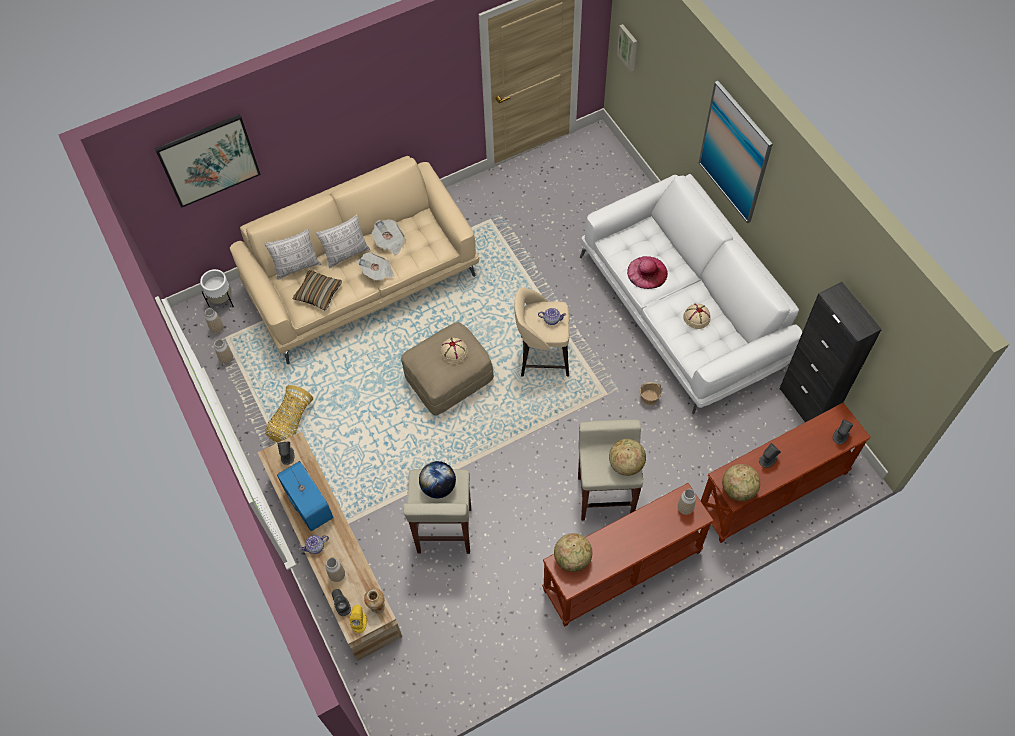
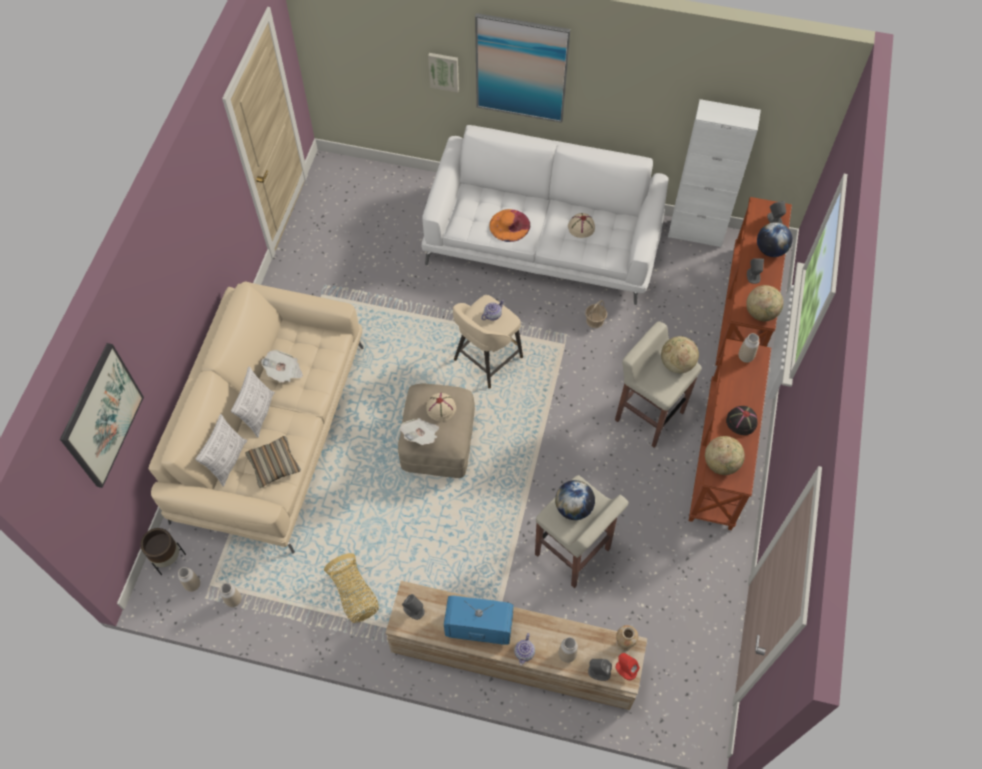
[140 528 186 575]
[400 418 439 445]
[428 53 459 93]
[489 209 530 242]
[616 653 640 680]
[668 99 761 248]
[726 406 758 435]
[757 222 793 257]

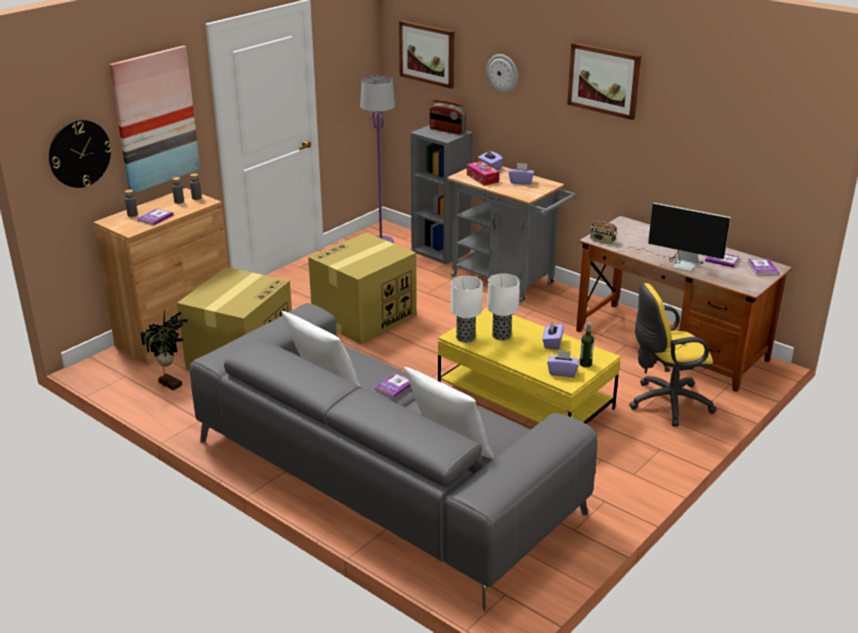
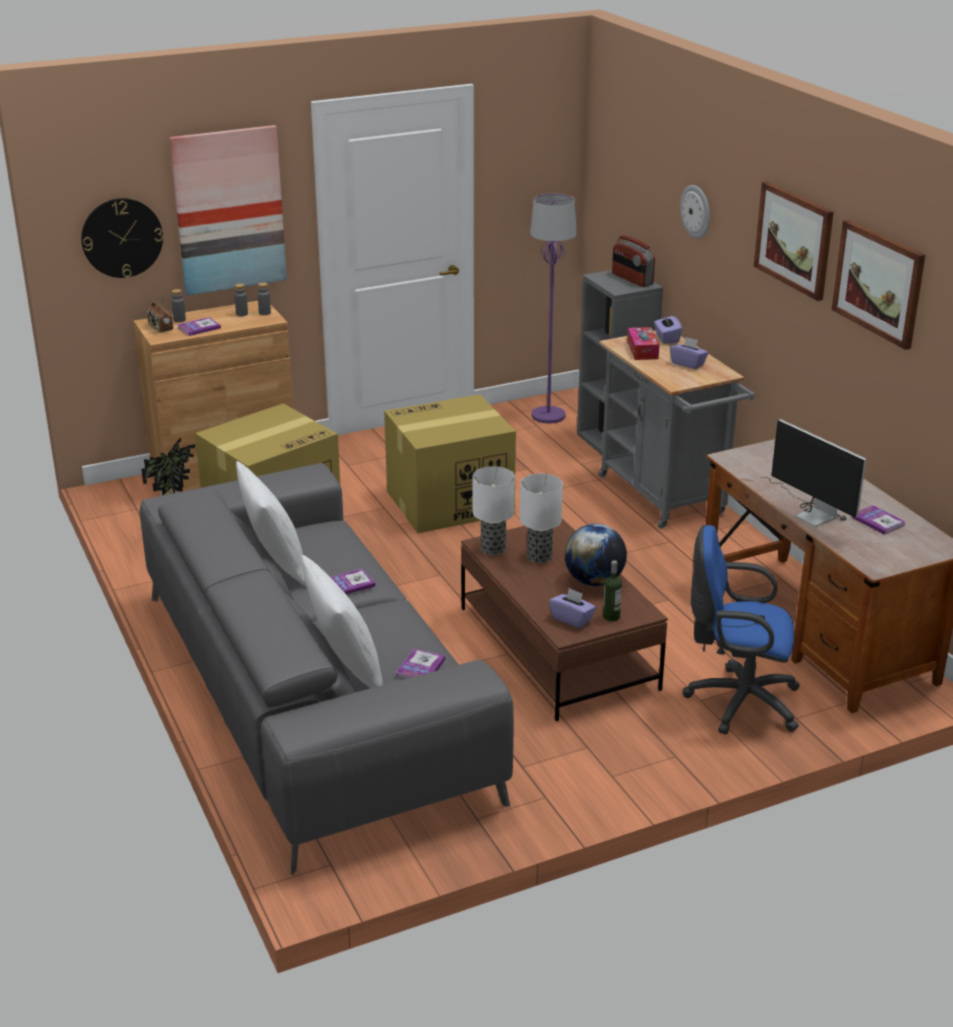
[147 297 173 332]
[396 648 445 679]
[461 518 668 721]
[564 524 627 586]
[682 525 800 735]
[832 220 925 350]

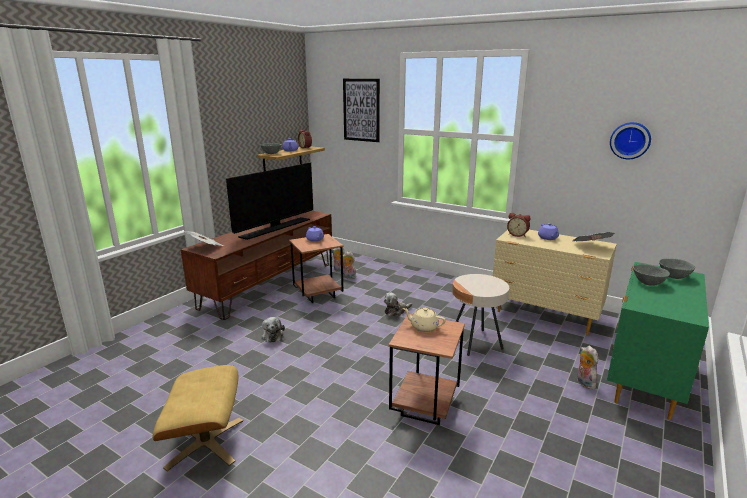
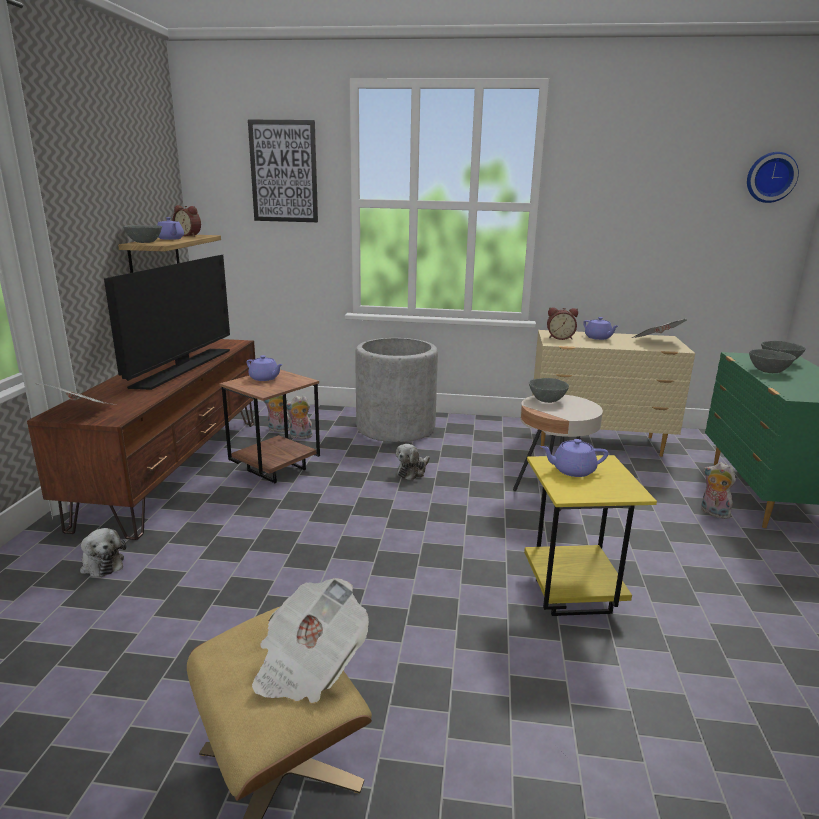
[80 528 126 577]
[252 578 369 703]
[355 338 438 442]
[524 455 657 616]
[529 378 569 403]
[540 439 608 477]
[747 152 799 203]

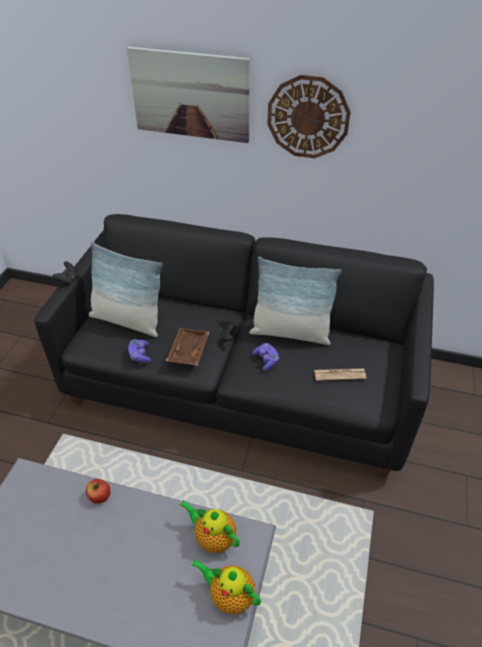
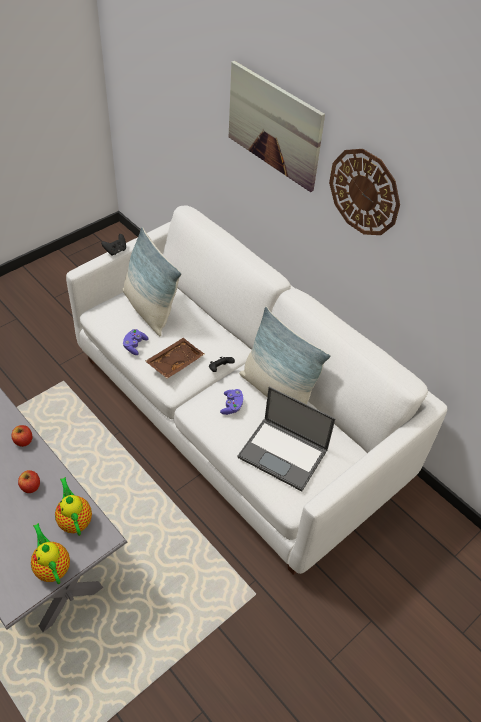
[18 470 40 493]
[66 205 447 575]
[237 387 335 491]

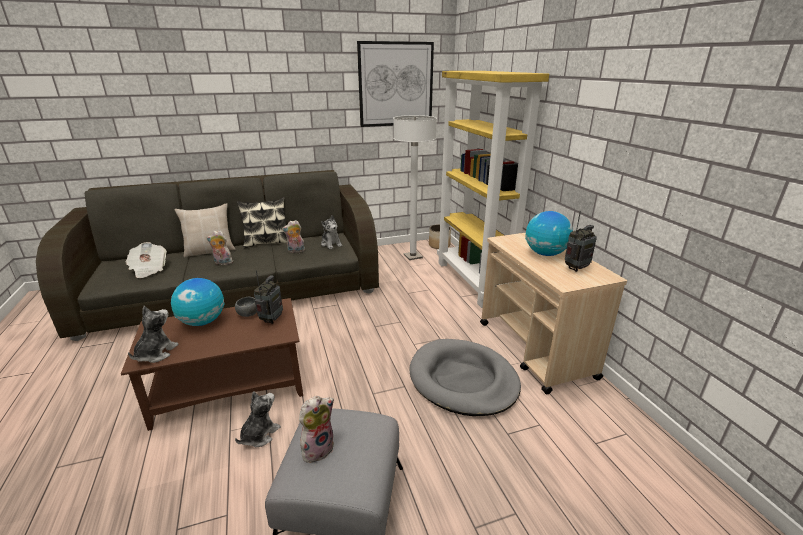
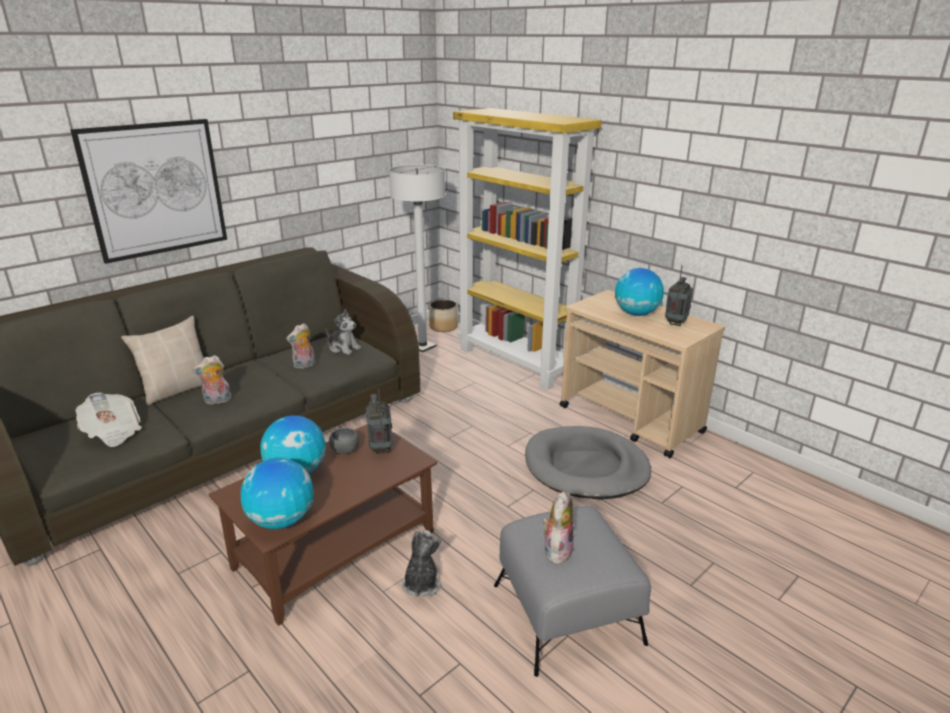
[70 119 227 264]
[241 458 314 529]
[237 197 287 248] (first image)

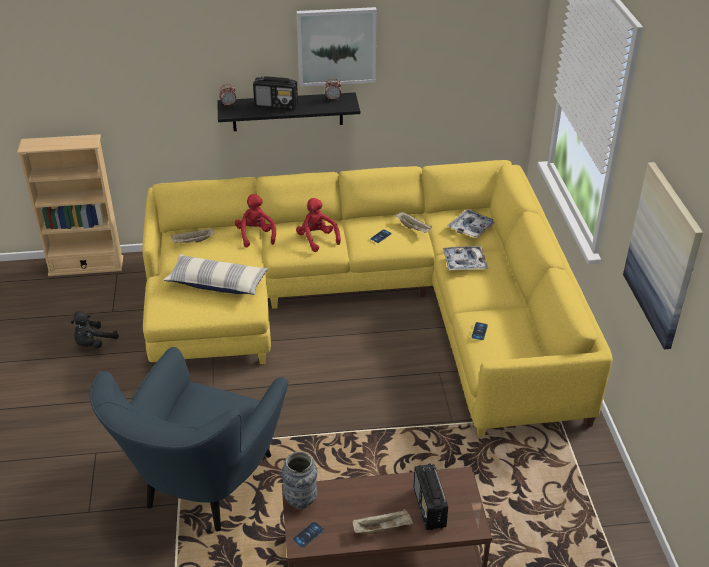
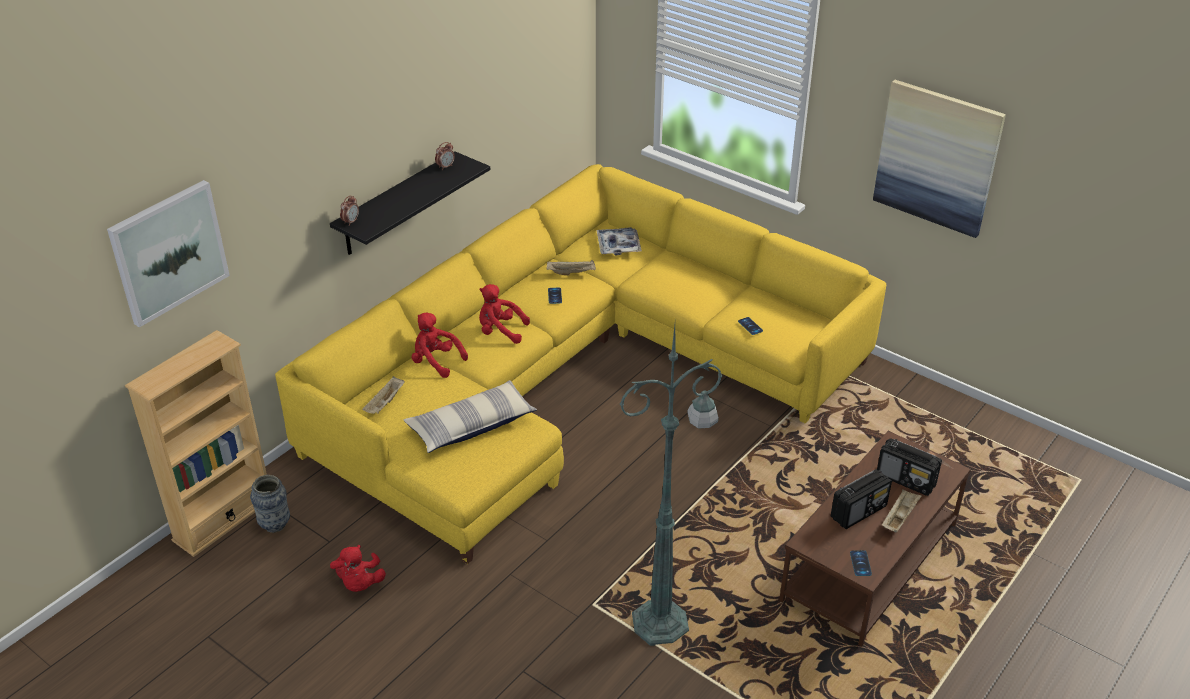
[107 180 230 327]
[250 475 290 533]
[330 545 386 592]
[620 325 722 646]
[831 469 892 529]
[443 246 488 270] (first image)

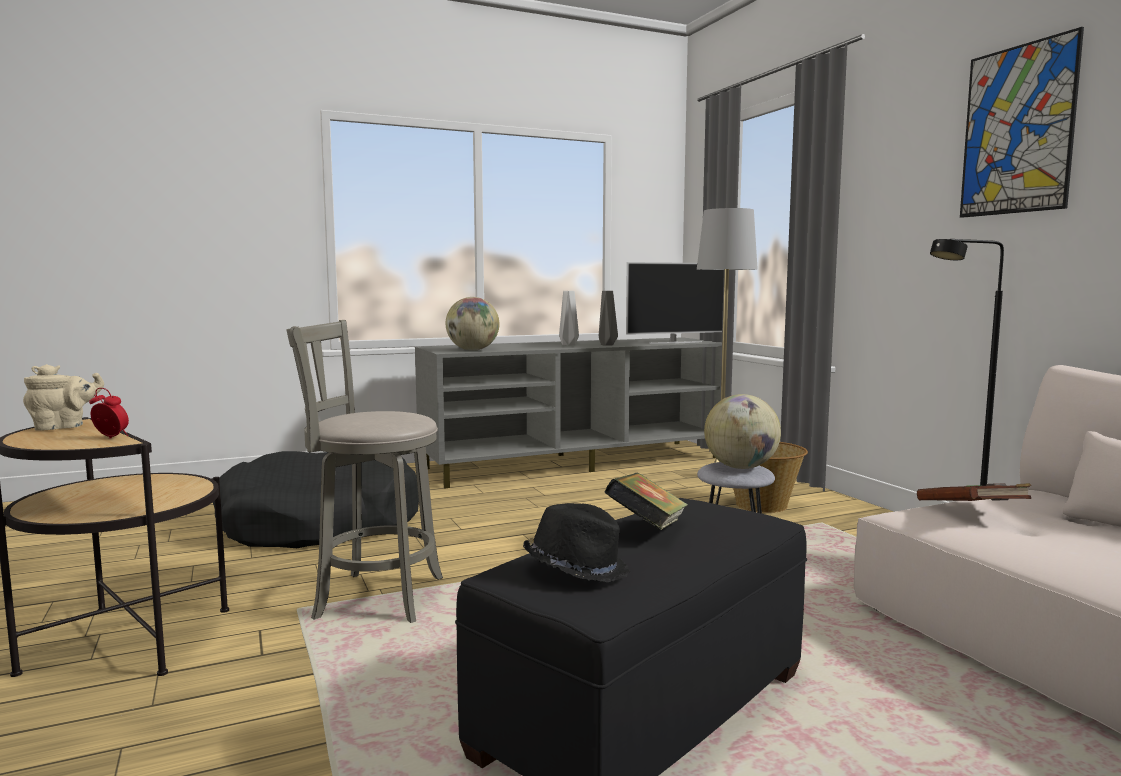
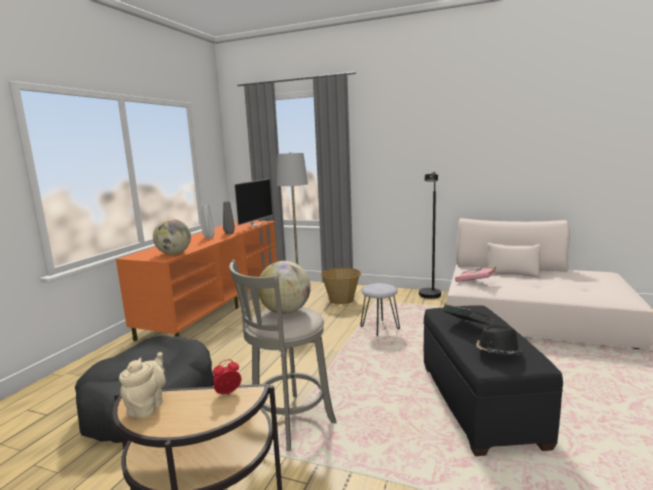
[116 220 277 341]
[258 261 311 314]
[455 267 497 282]
[960 27 1084 218] (first image)

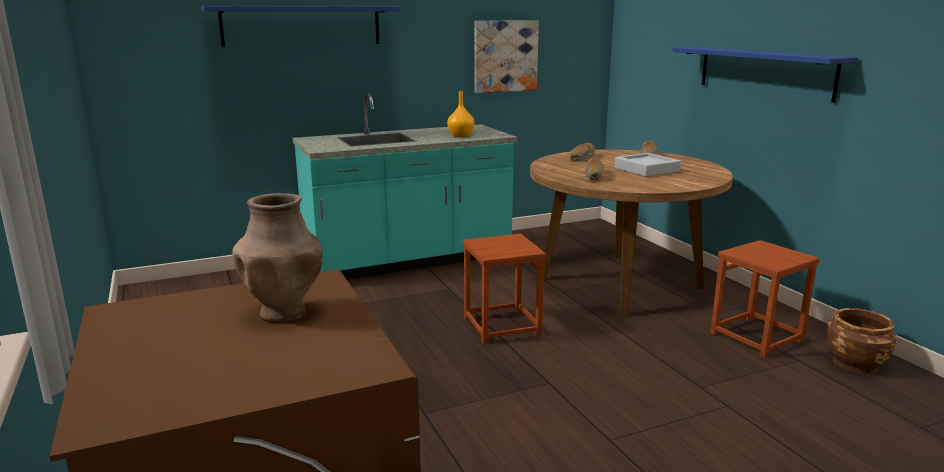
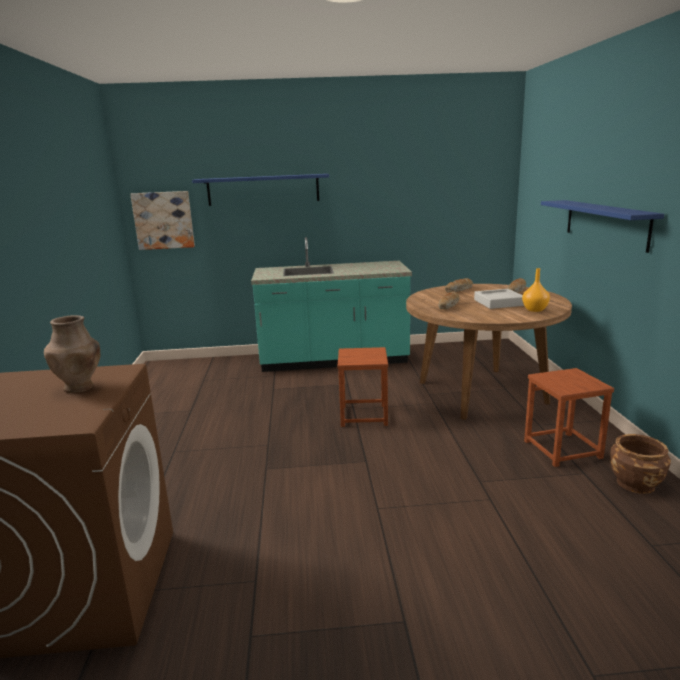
[130 191 195 250]
[522 268 550 312]

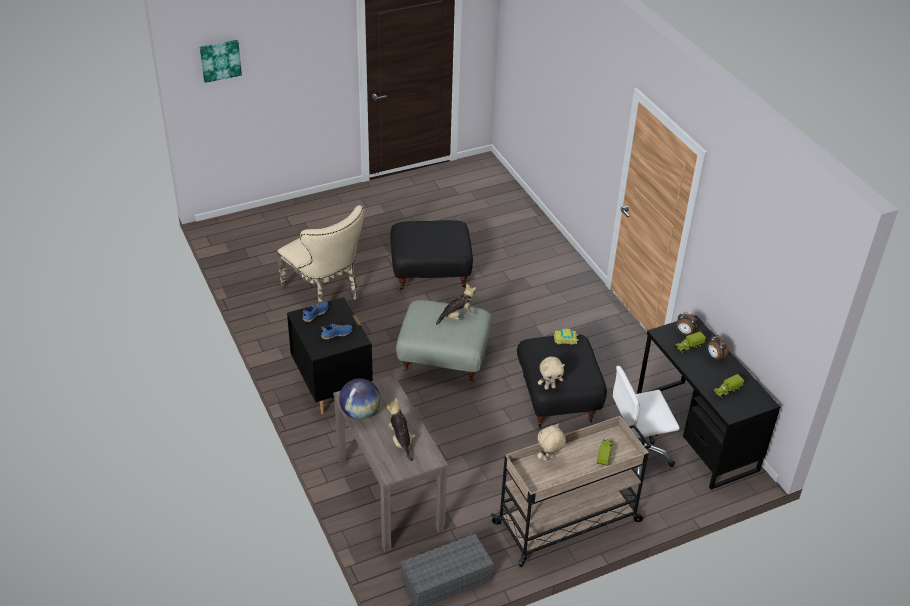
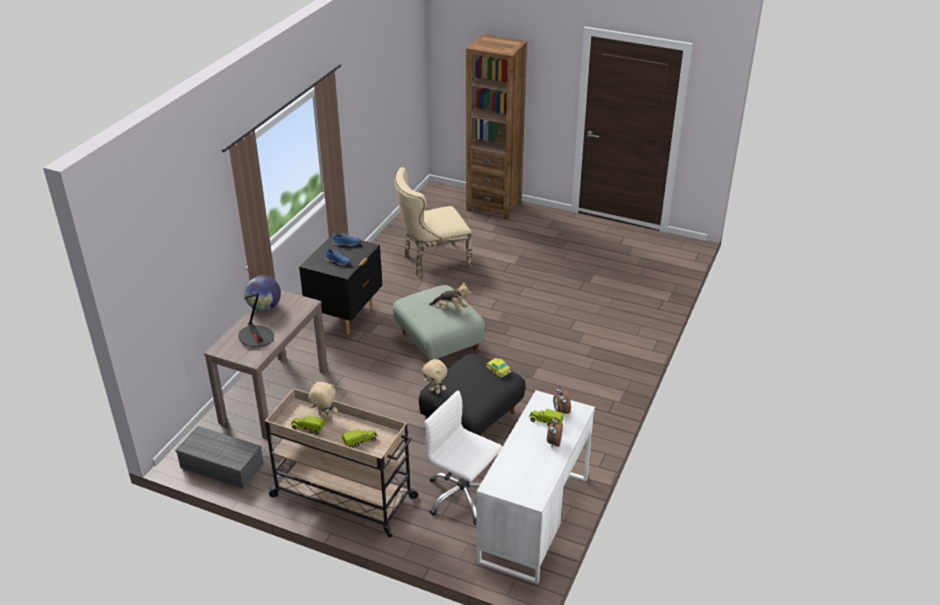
[238 293 274 347]
[290 415 325 434]
[395 167 472 277]
[466 34 527 220]
[476 390 595 584]
[200 40 242 83] (first image)
[390 220 473 290] (first image)

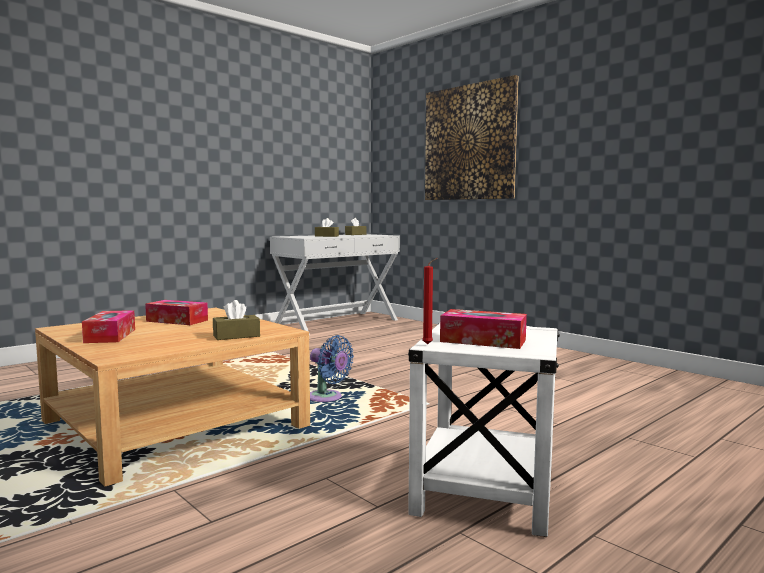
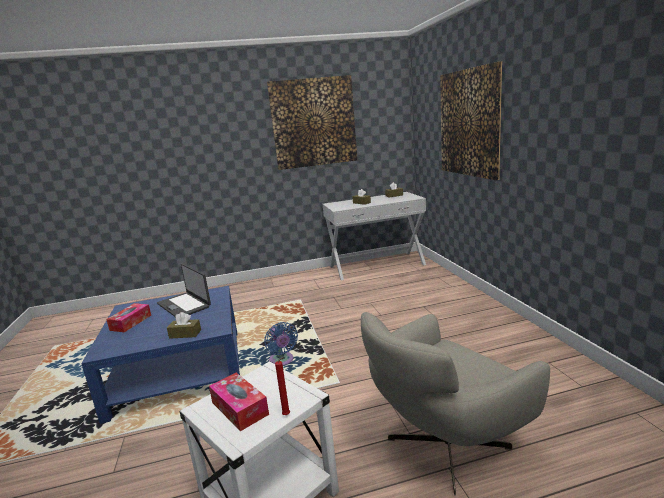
[81 286 240 424]
[157 264 211 317]
[267 75 357 170]
[275 357 290 415]
[361 312 550 495]

